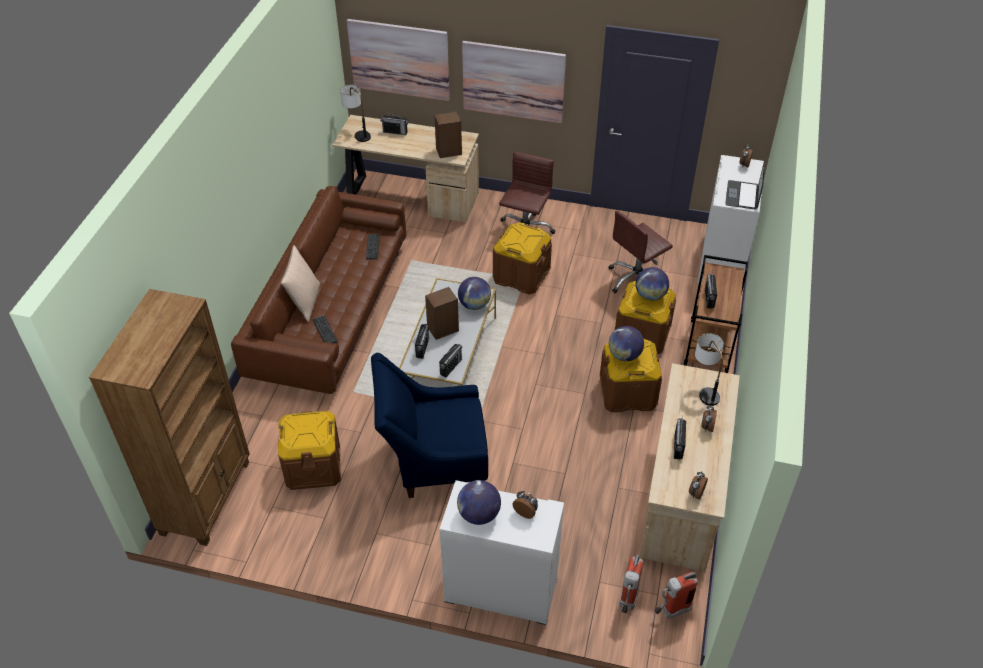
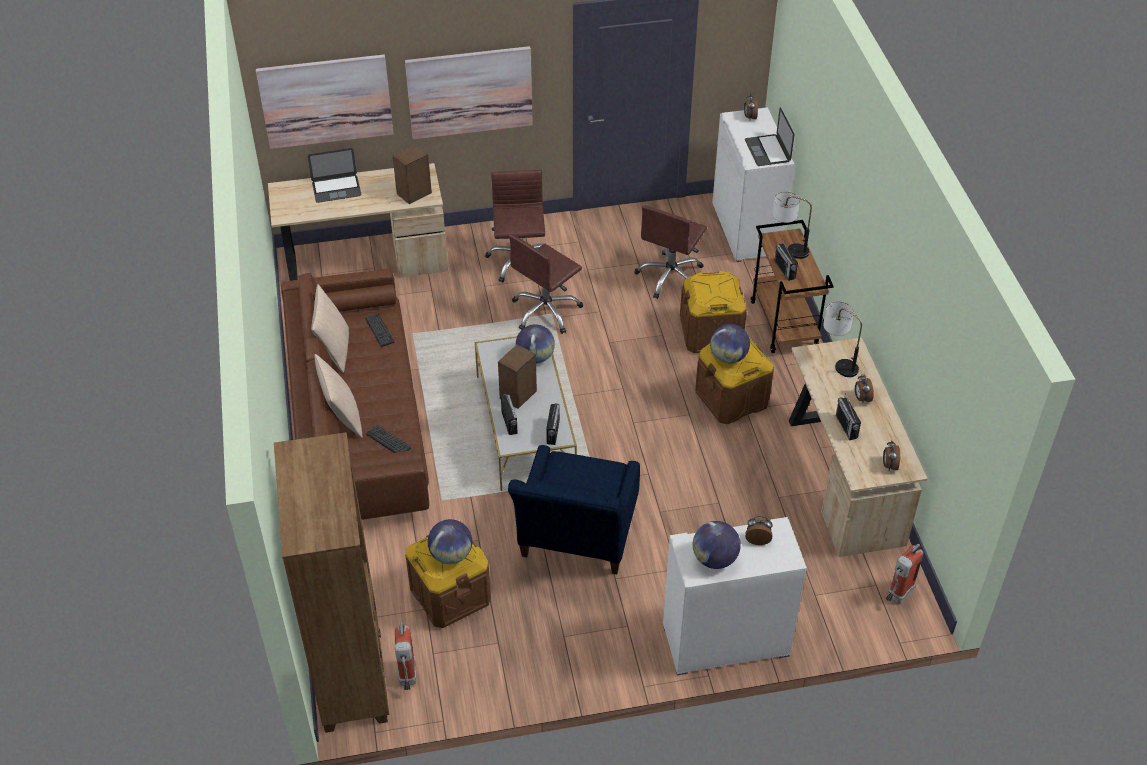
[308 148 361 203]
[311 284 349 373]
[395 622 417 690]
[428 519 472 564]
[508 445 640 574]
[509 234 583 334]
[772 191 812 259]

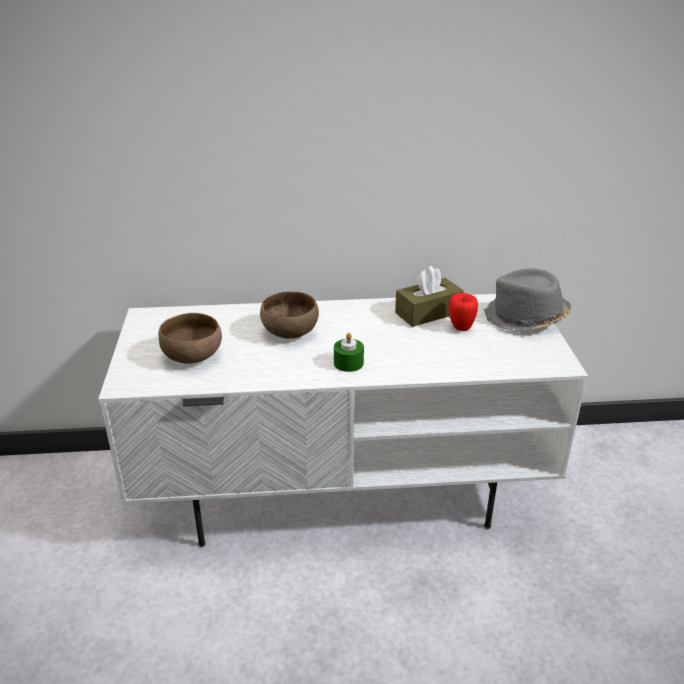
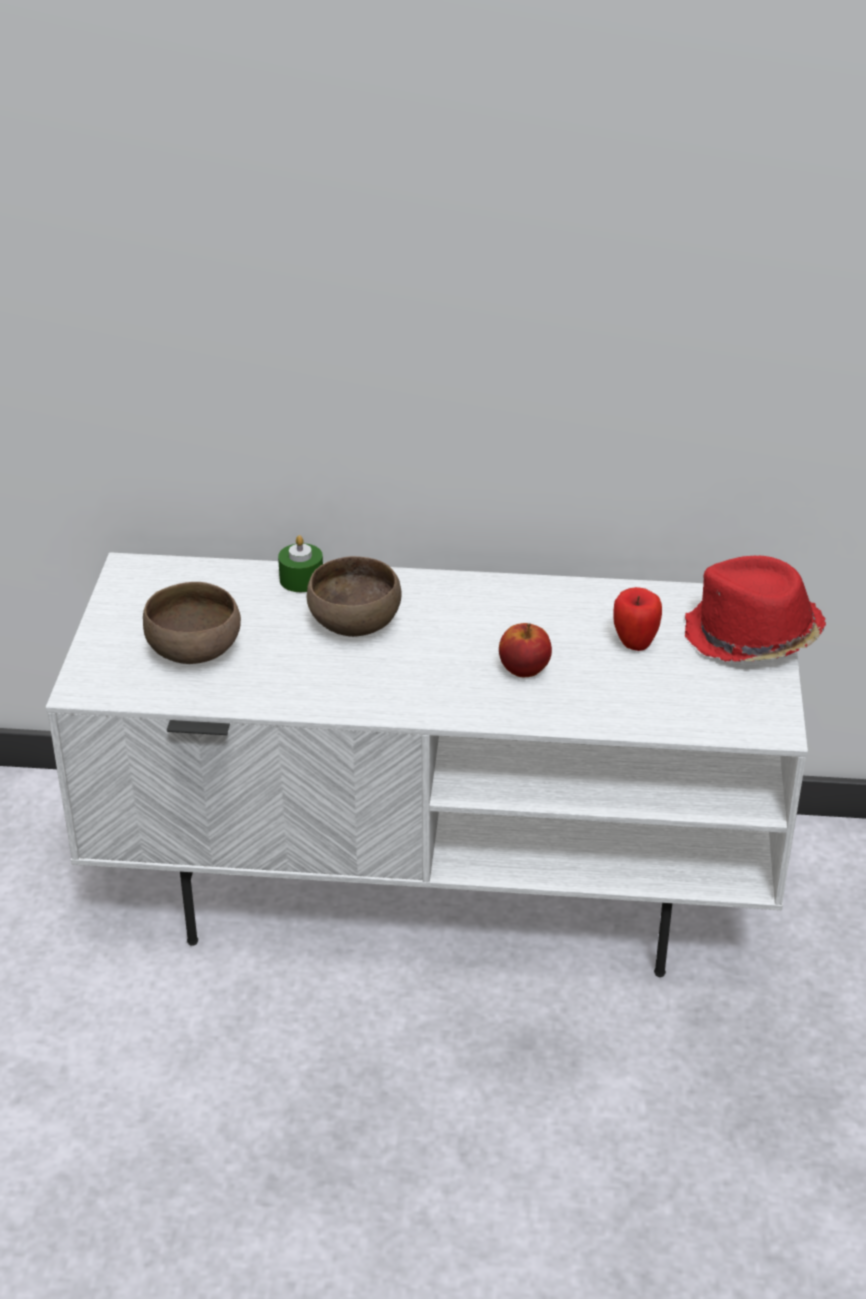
[278 535 323 592]
[499 623 552 677]
[685 556 826 662]
[395 266 464 327] (first image)

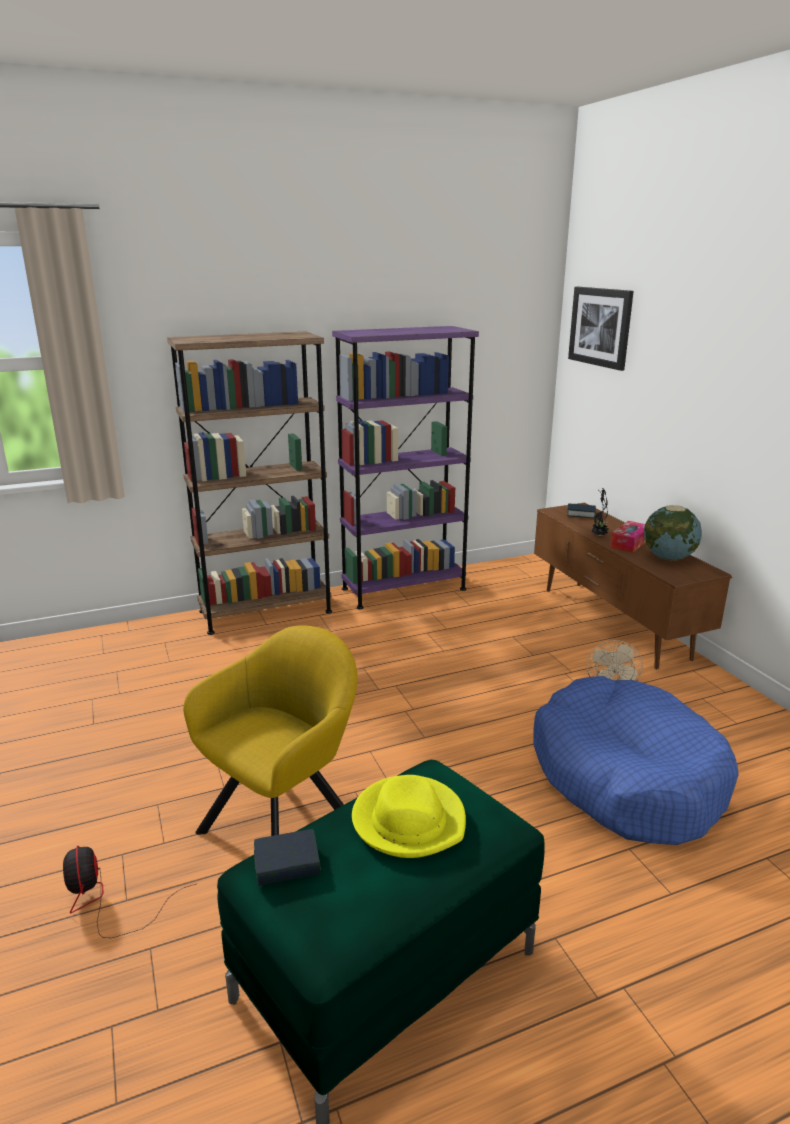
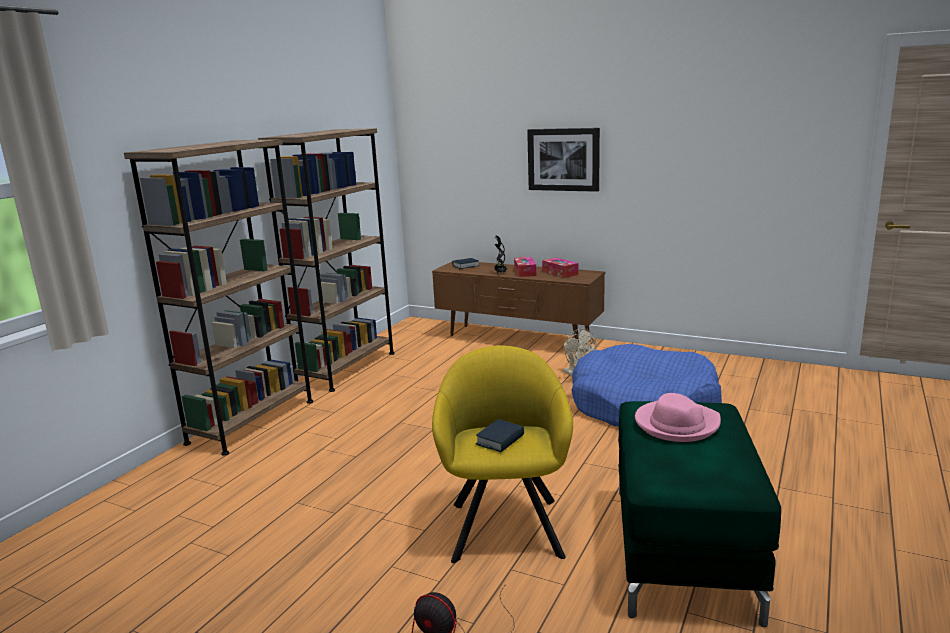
[258 128 395 392]
[475 419 524 452]
[527 128 600 192]
[542 258 578 278]
[635 393 721 442]

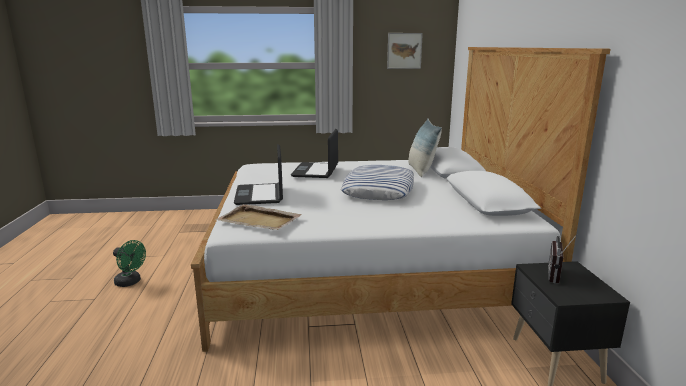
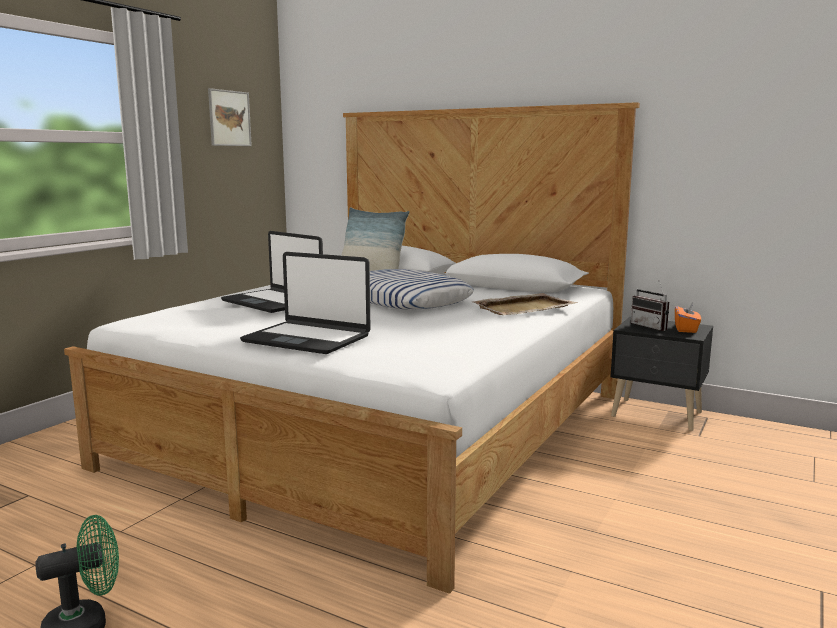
[472 293 577 315]
[675 301 701 333]

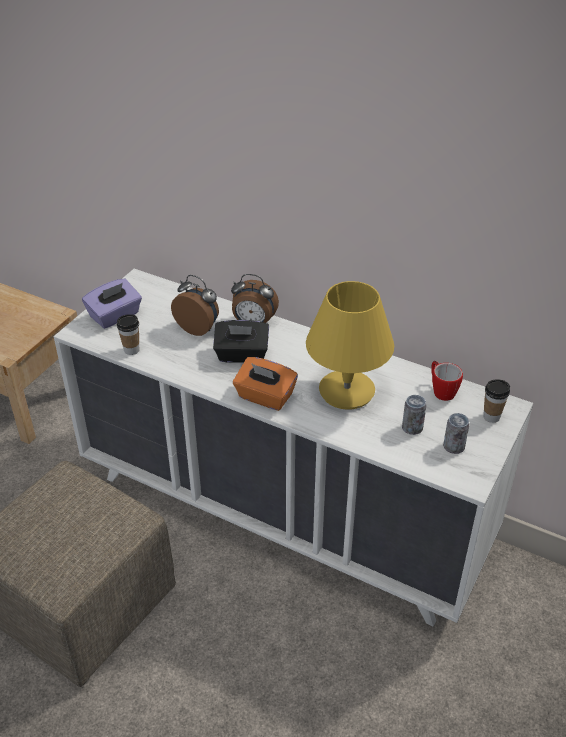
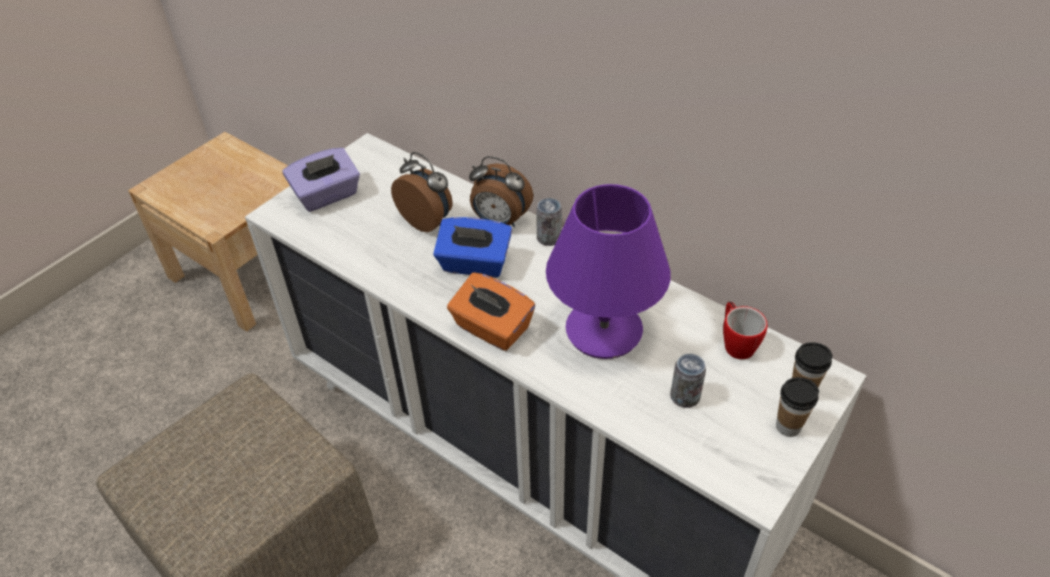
[433 217 512 277]
[536 198 562 246]
[546 184 671 359]
[776 377 819 437]

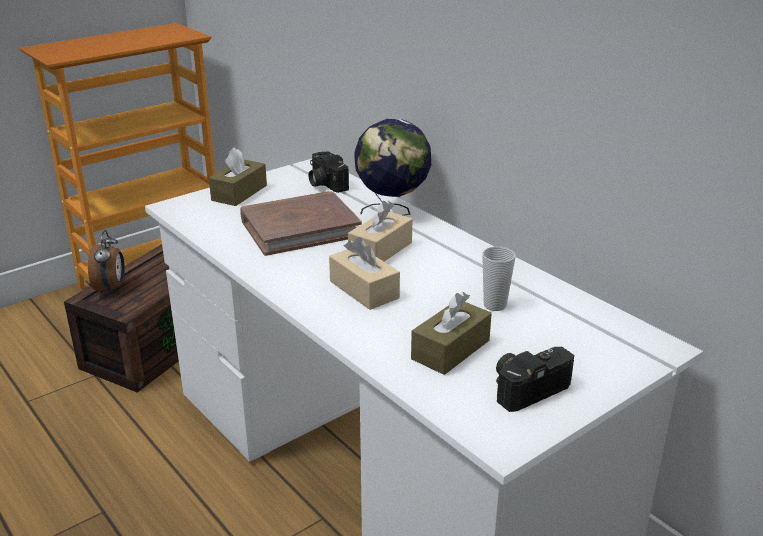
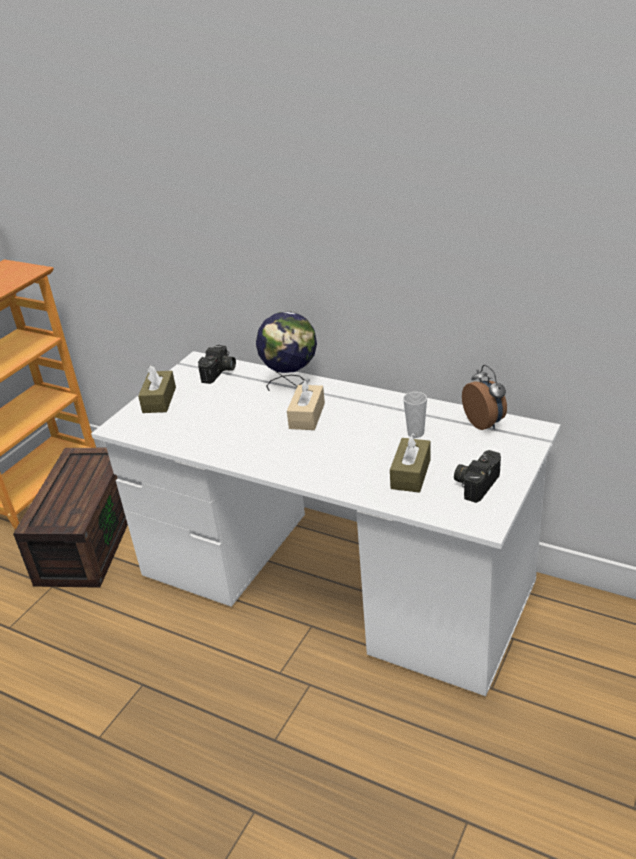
[198 345 236 384]
[462 365 507 430]
[240 191 362 256] (first image)
[329 237 400 310] (first image)

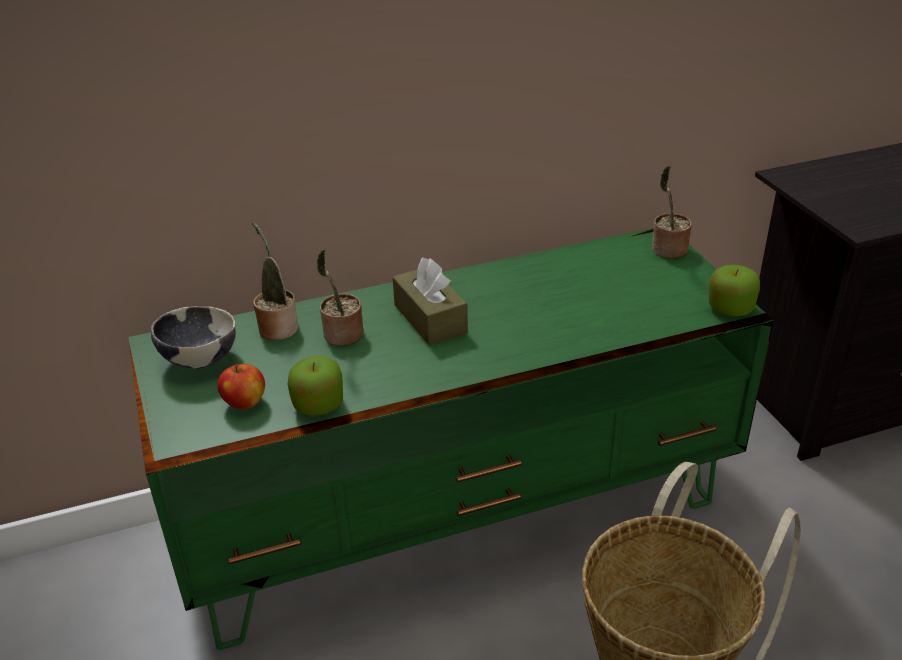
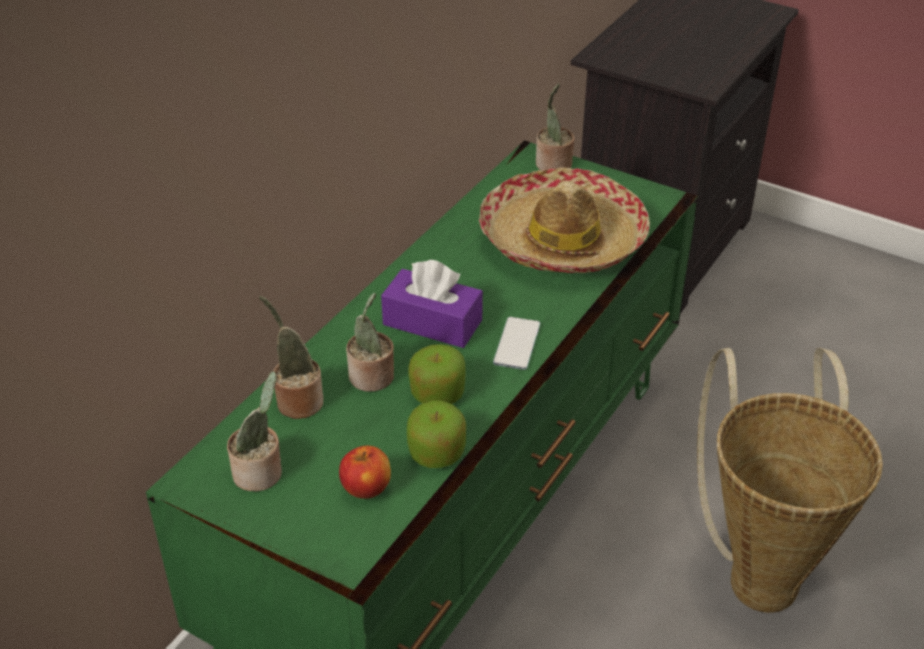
[227 371 282 491]
[381 260 483 348]
[408 344 466 404]
[479 168 650 273]
[493 317 540 370]

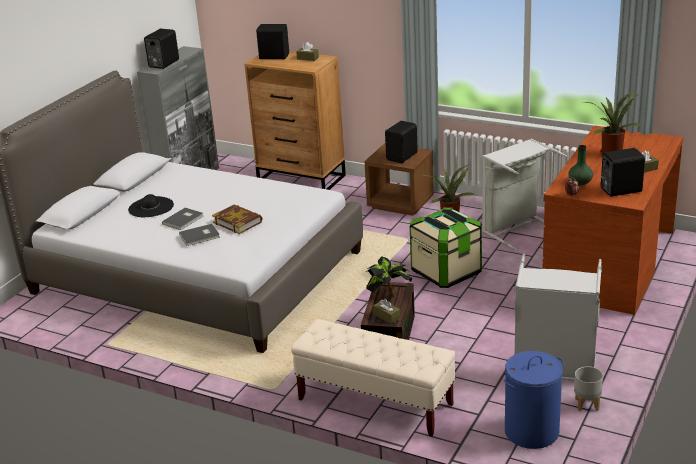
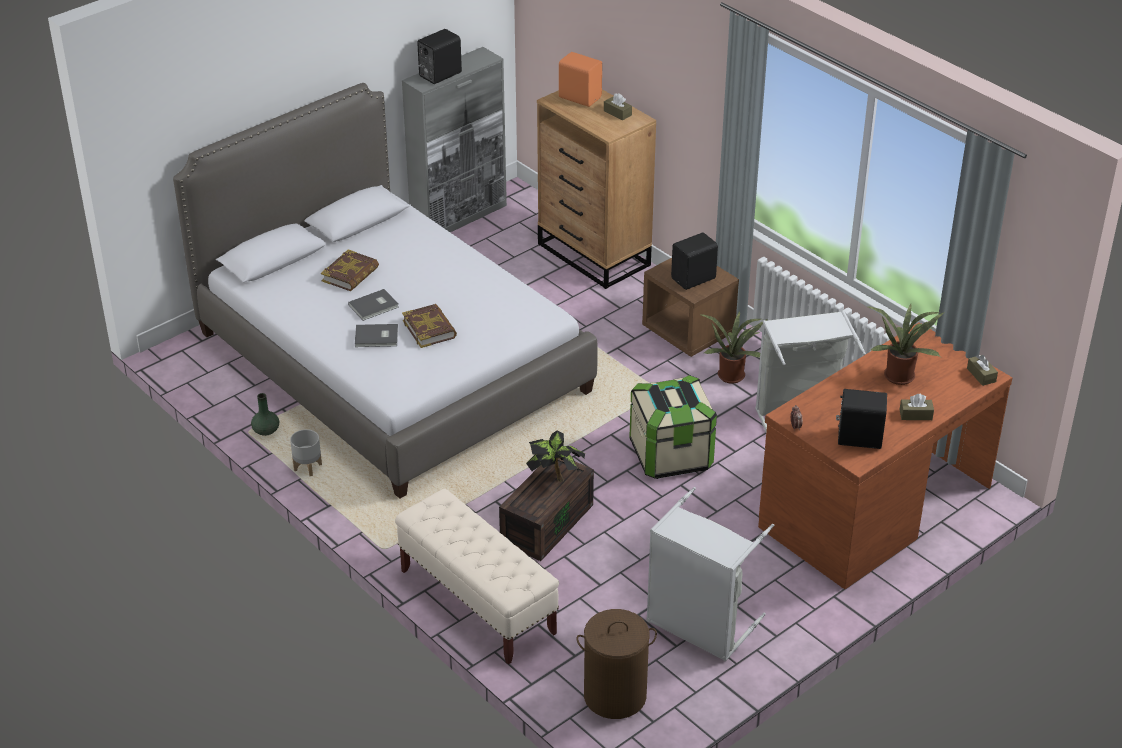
[251 393 279 436]
[290 429 322 476]
[321 249 379 291]
[559 52 602 107]
[576 609 657 719]
[967 355 998 386]

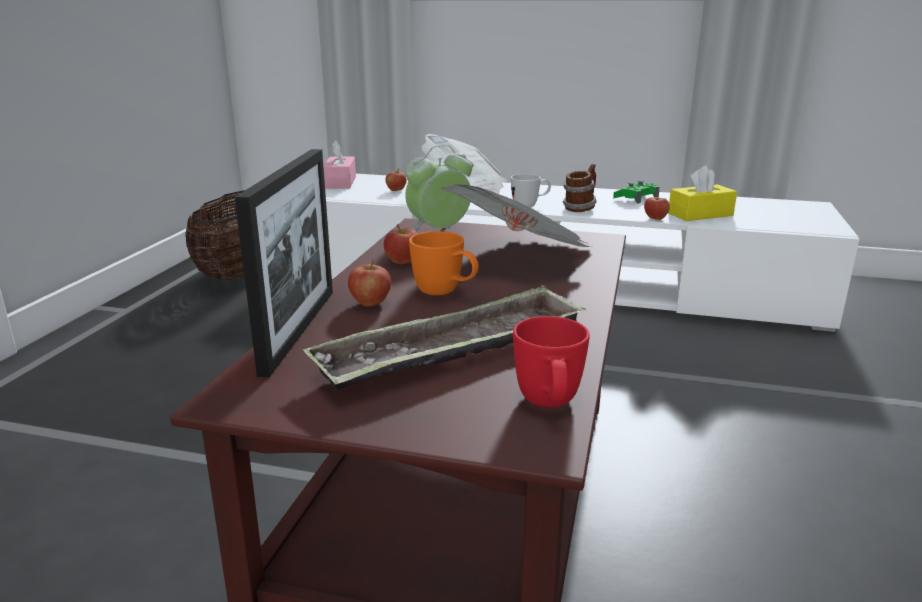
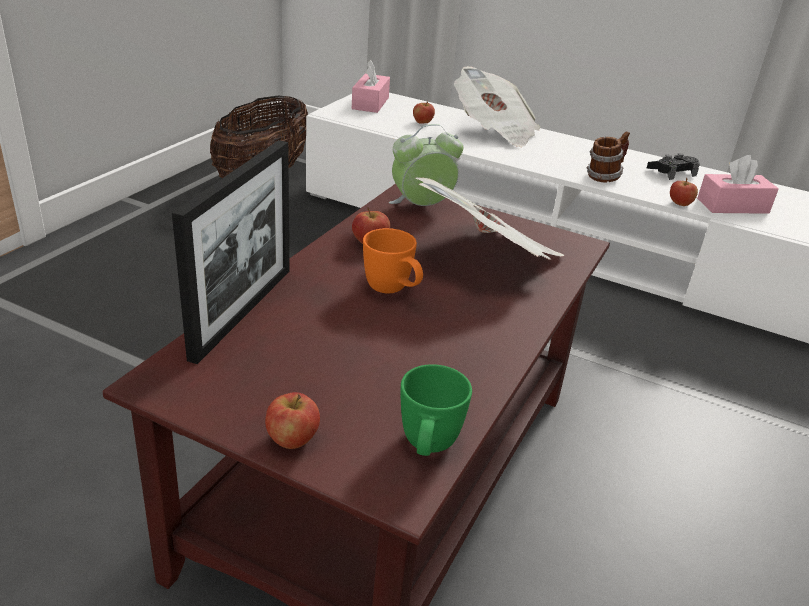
[265 392 320 449]
[401 364 472 456]
[646 153 700 180]
[697 155 779 214]
[303 285 586 390] (first image)
[511 174 551 208] (first image)

